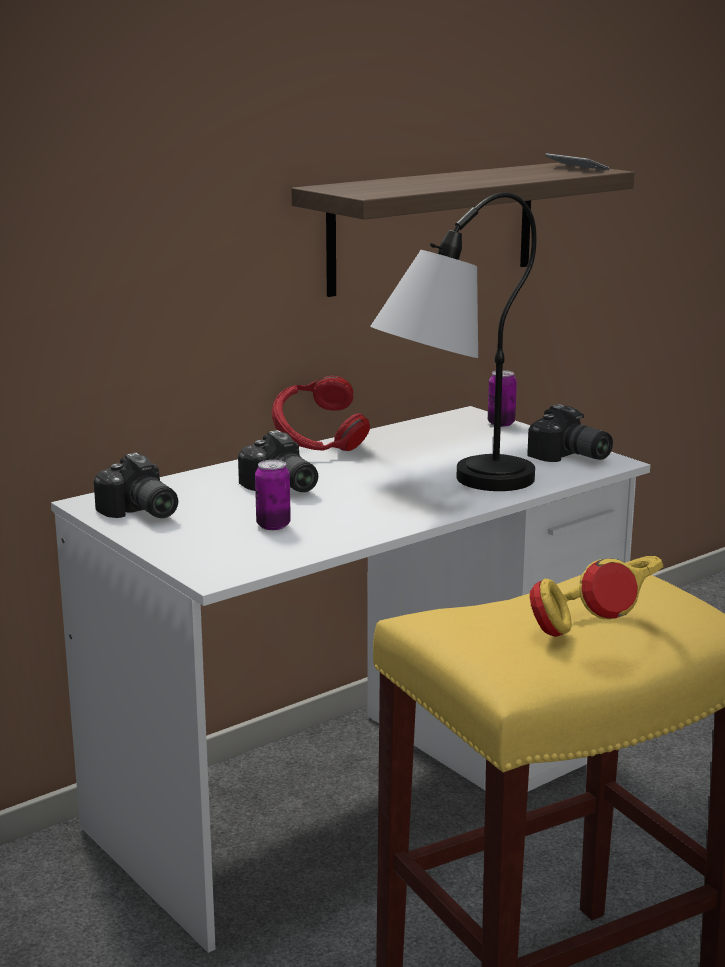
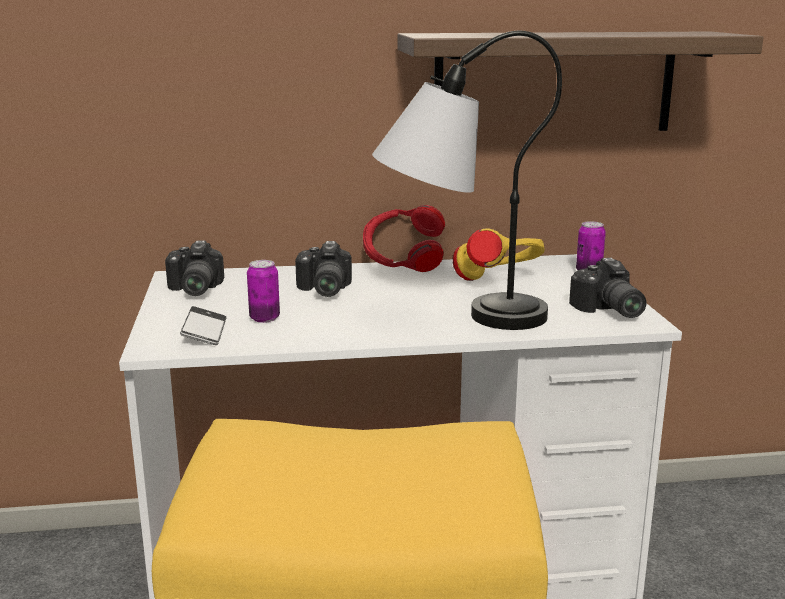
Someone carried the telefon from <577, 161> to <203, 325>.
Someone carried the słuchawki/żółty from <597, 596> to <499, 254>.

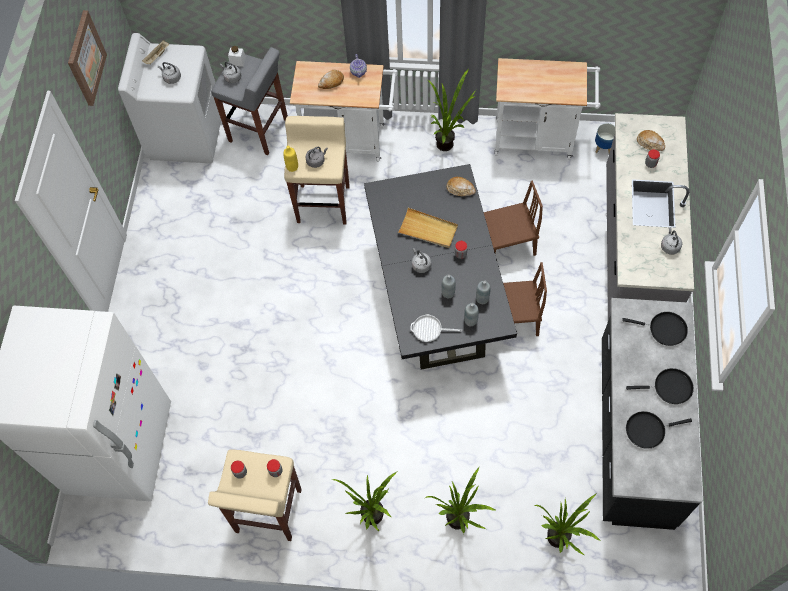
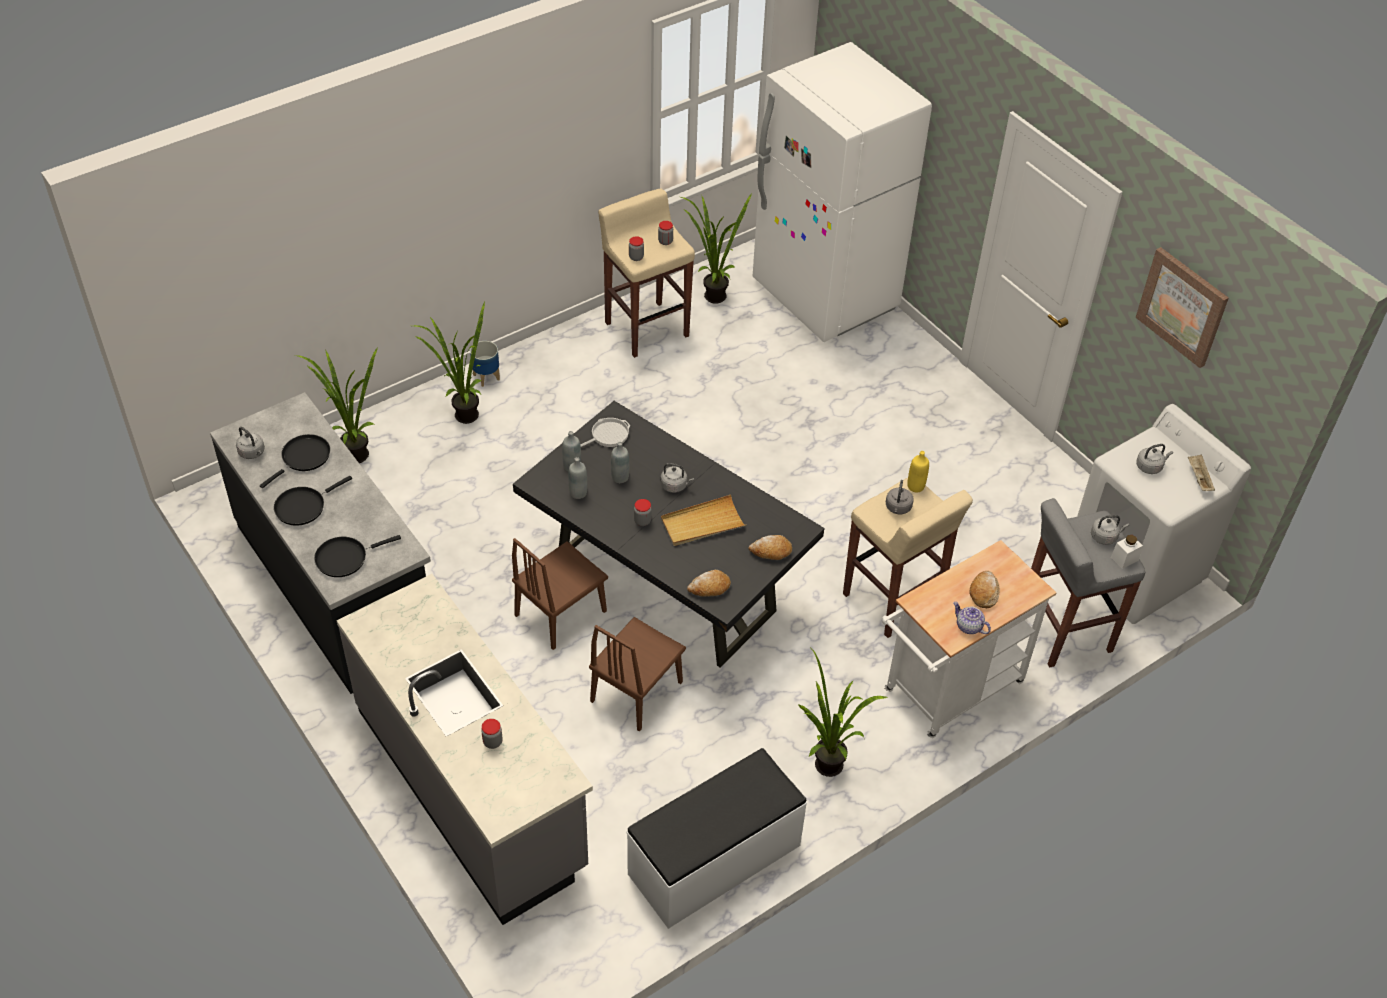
Someone swapped the wózek/biały at <547, 109> for the ławka/biały at <717, 838>.
Someone carried the donica from <605, 138> to <485, 364>.
Someone carried the chleb from <651, 140> to <770, 547>.
Someone carried the czajnik/szary from <671, 241> to <250, 443>.
Someone carried the roślina doniczkowa from <365, 501> to <716, 248>.

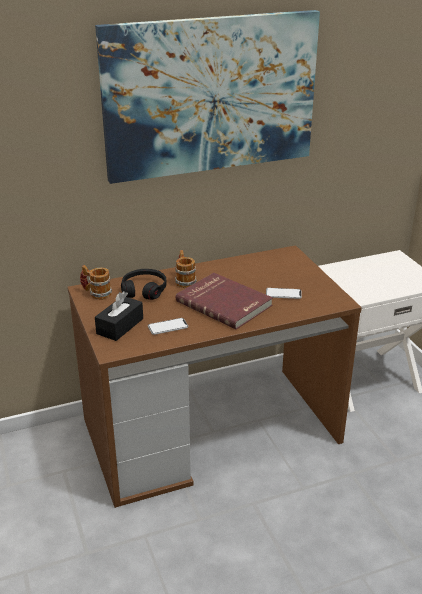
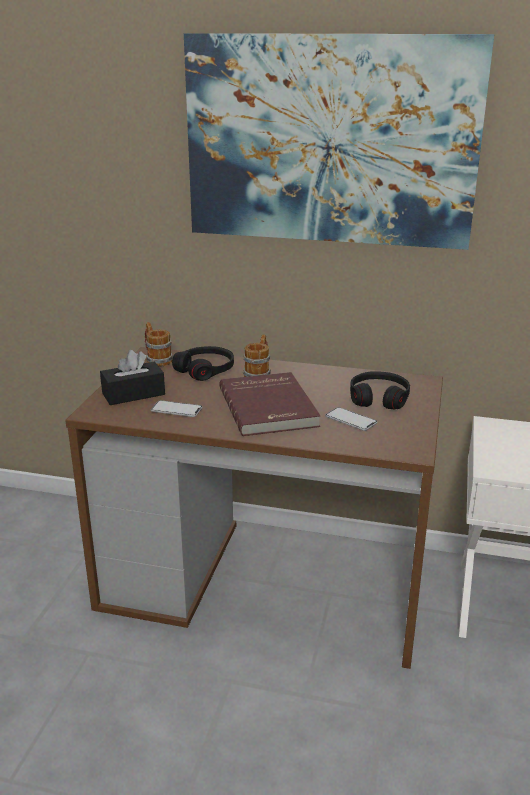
Someone put down the słuchawki/czarny at <380, 390>.

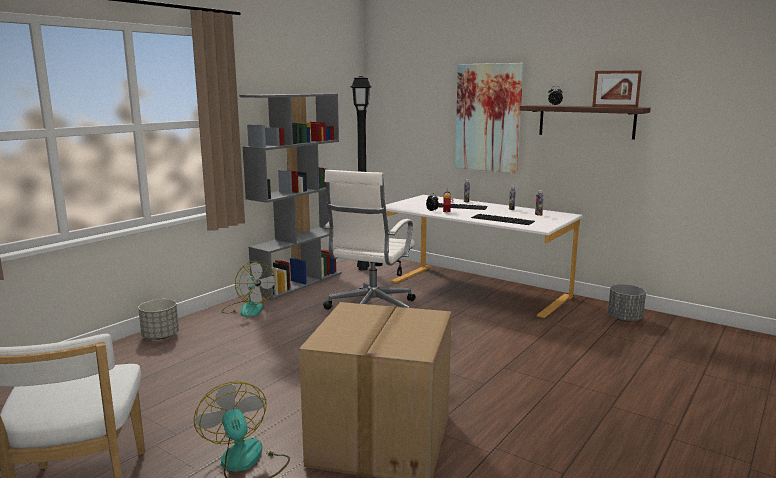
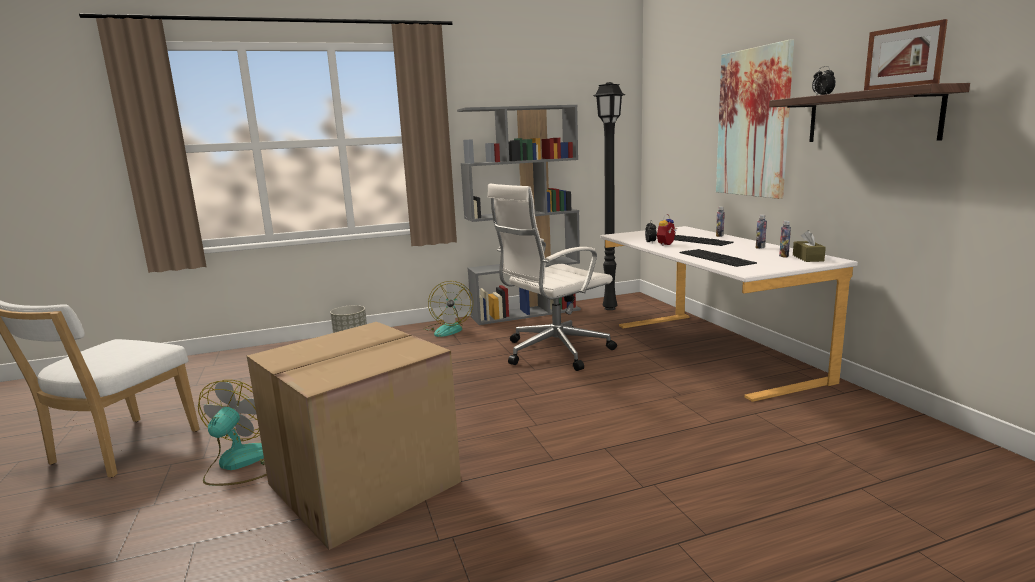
Someone took away the donica/szary at <627, 303>.
Someone put down the pudełko chusteczek/brązowy at <809, 246>.

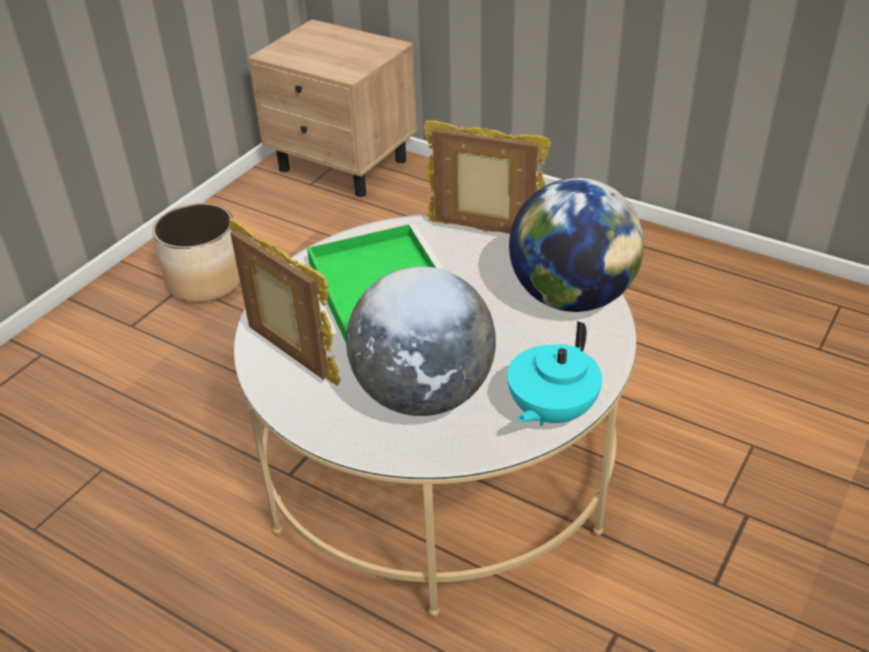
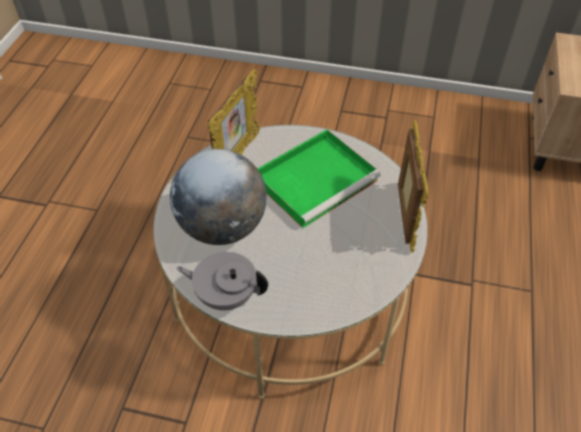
Someone took away the globus at <576, 245>.
Someone took away the donica at <196, 252>.
Someone repainted the imbryk/turkusowy at <554, 373>, which became the imbryk/szary at <222, 281>.

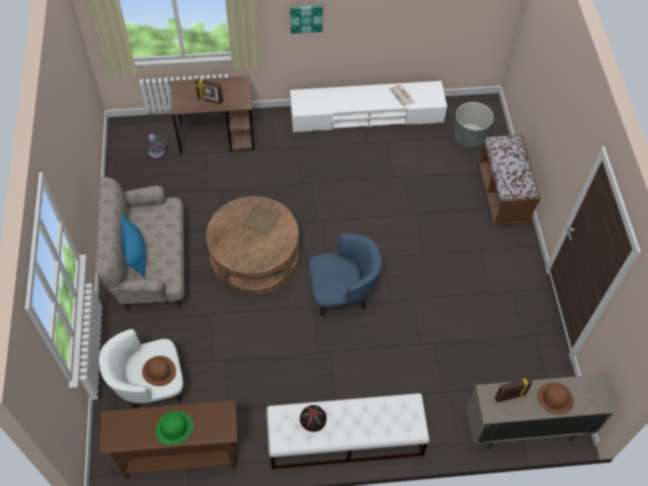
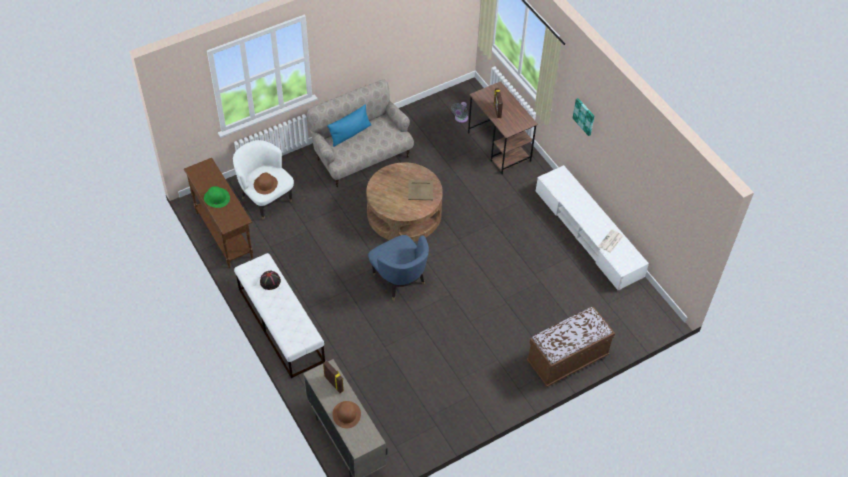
Someone took away the donica/szary at <473, 125>.

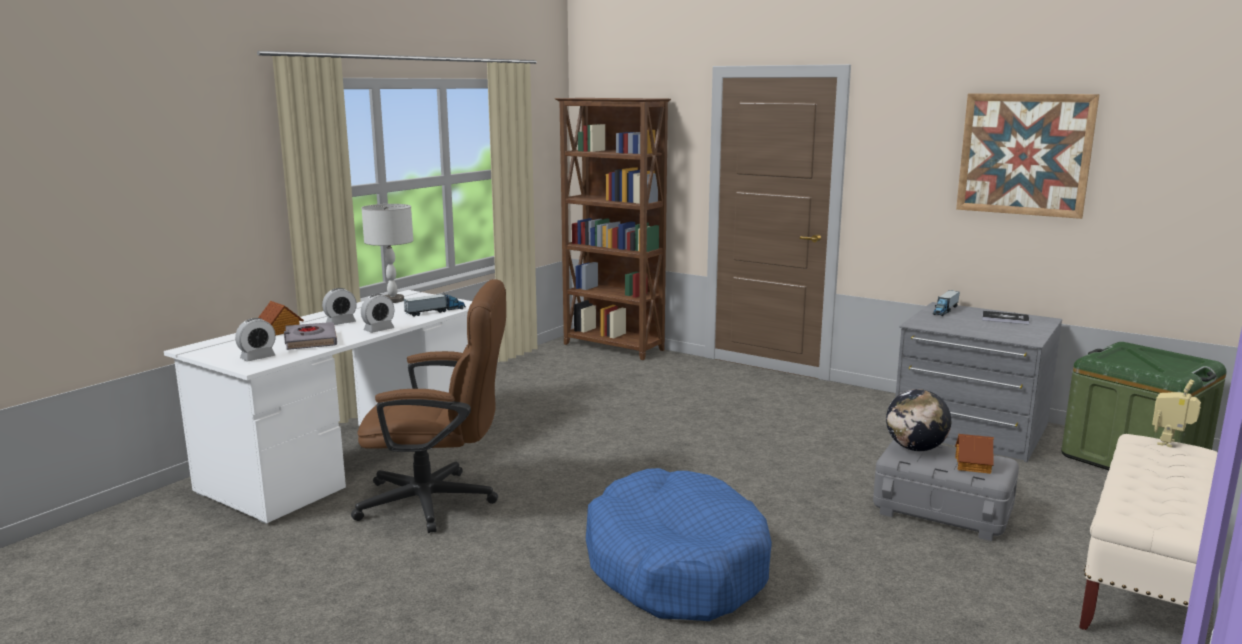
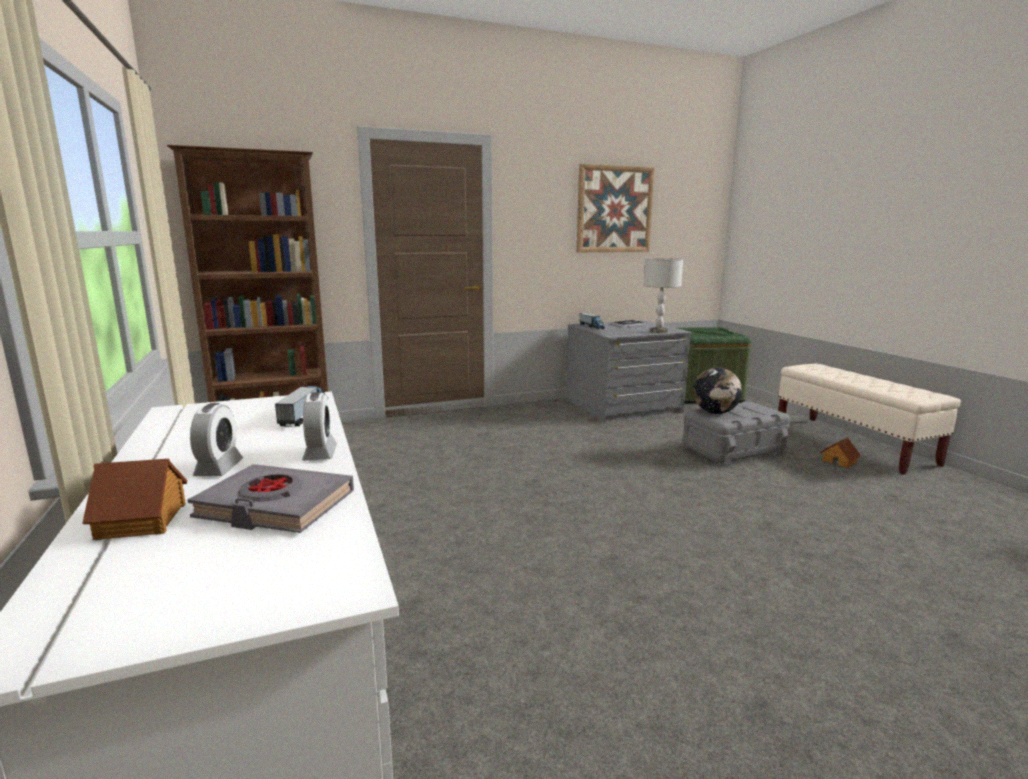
Someone carried the lampa stołowa/szary from <387, 253> to <663, 295>.
Someone took away the krzesło biurowe/brązowy at <428, 406>.
Someone took away the budzik at <255, 339>.
Someone took away the robot zabawkowy at <1176, 413>.
Someone carried the domek from <974, 454> to <840, 452>.
Someone took away the legowisko/niebieski at <679, 544>.

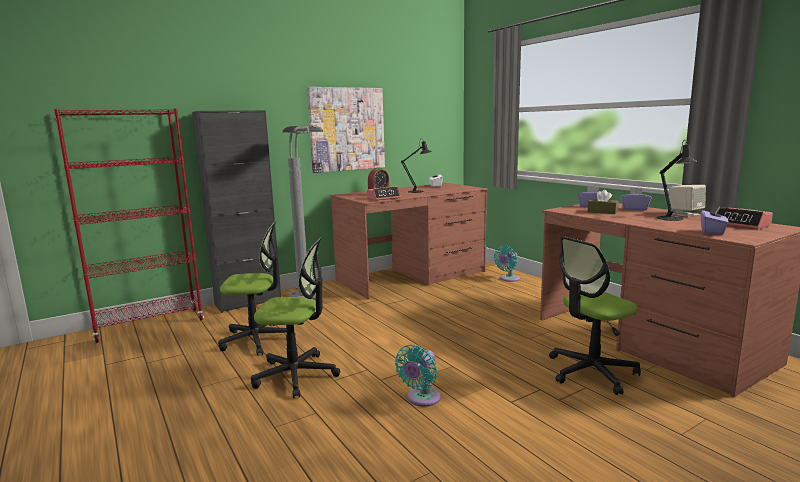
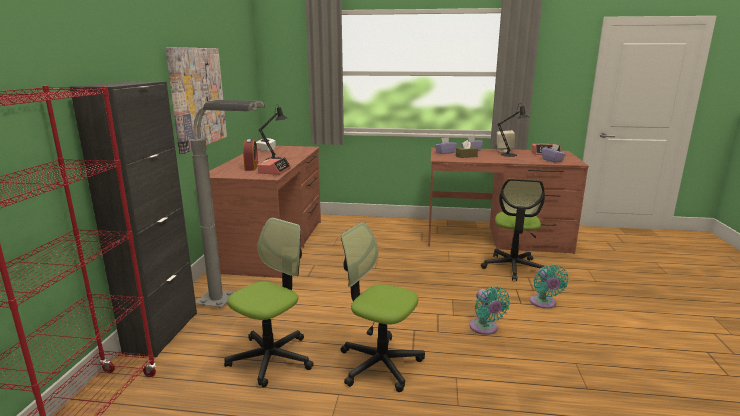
Someone rotated the krzesło biurowe at <295, 317> by 105 degrees counterclockwise.
Someone carried the wentylator/turkusowy from <507, 263> to <549, 287>.

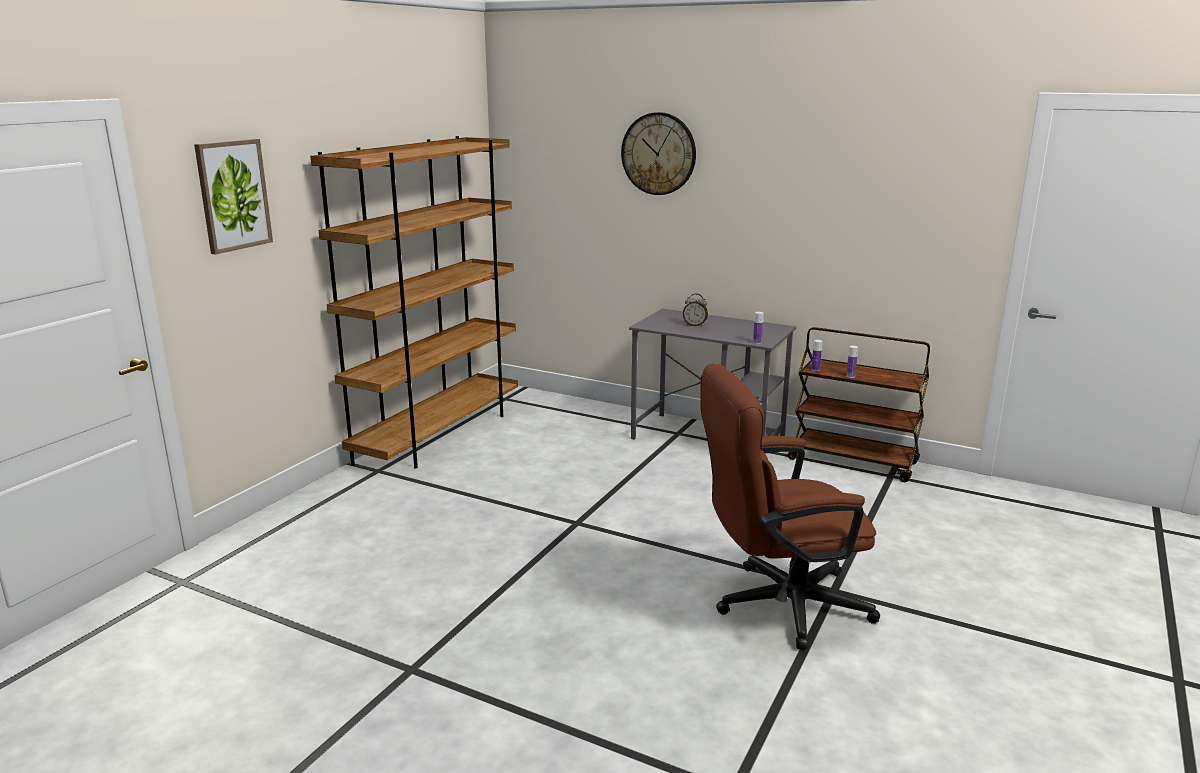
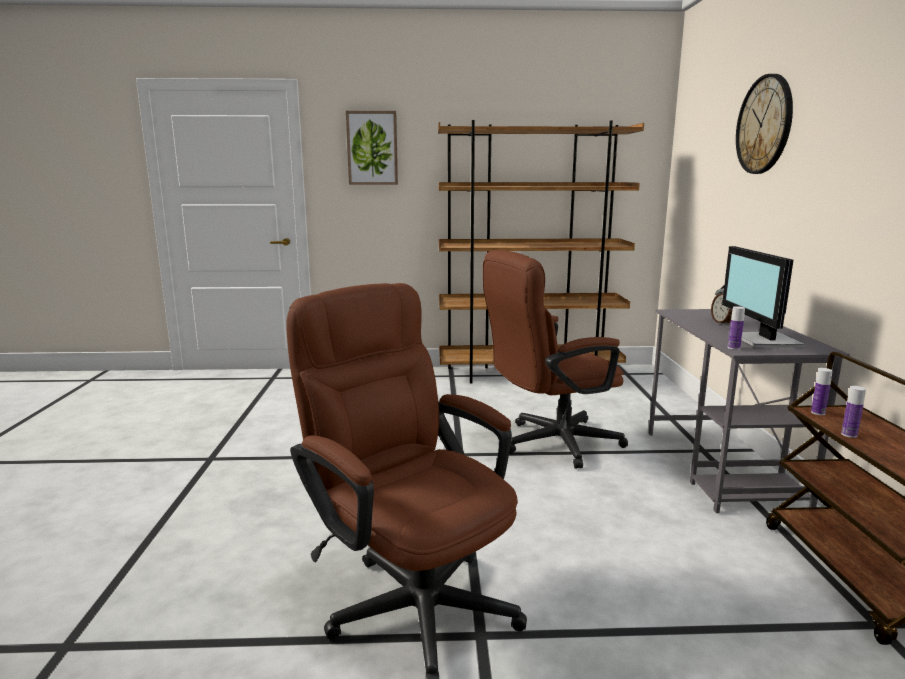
Someone put down the monitor at <763, 297>.
Someone put down the krzesło biurowe/brązowy at <555, 359>.

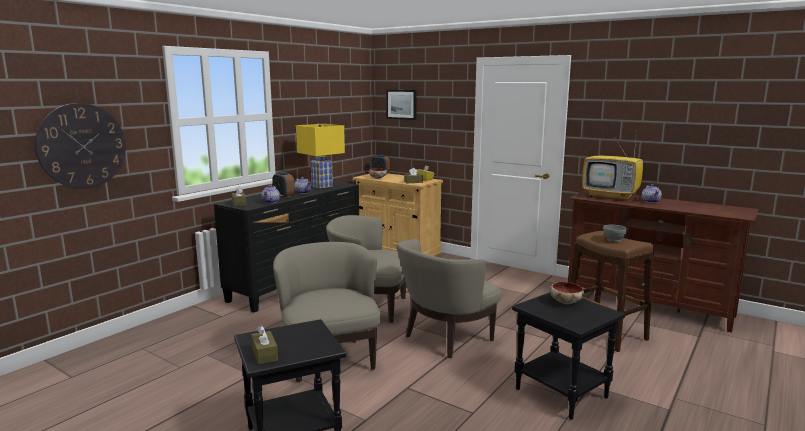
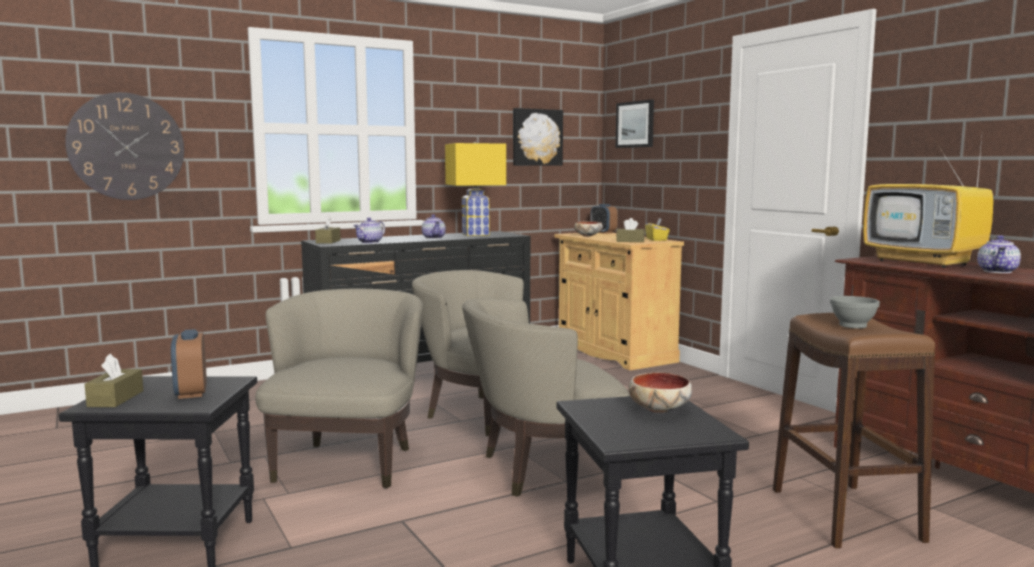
Someone carried the budzik from <284, 185> to <188, 364>.
Someone put up the obraz at <538, 137>.

